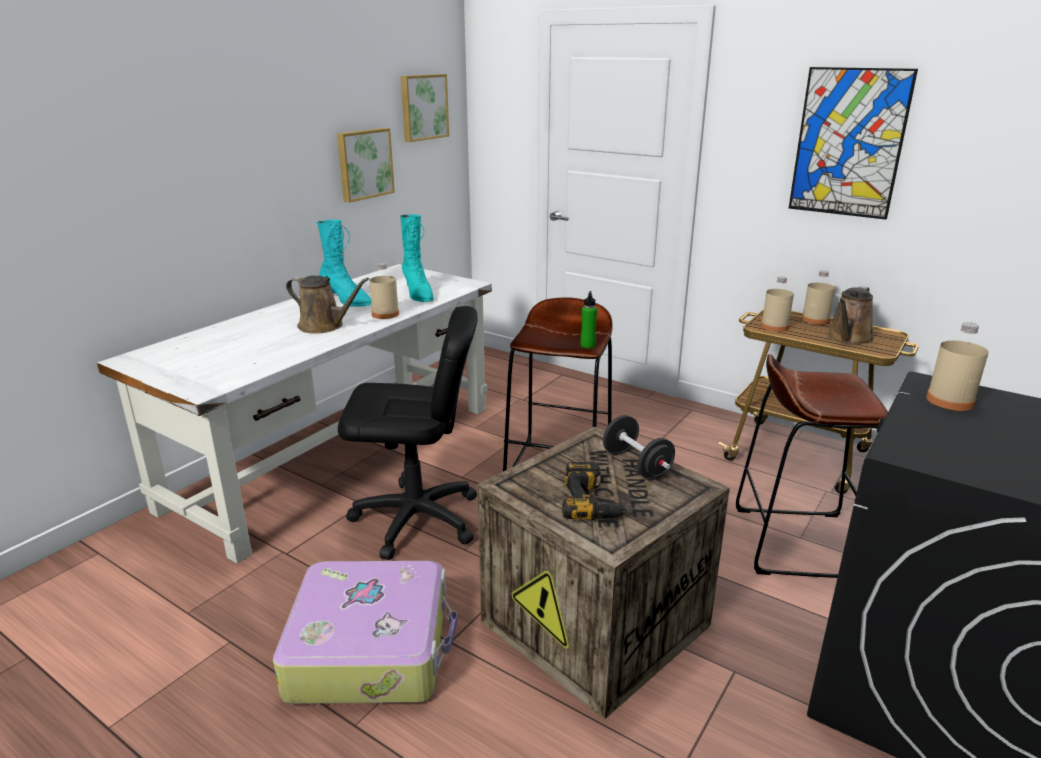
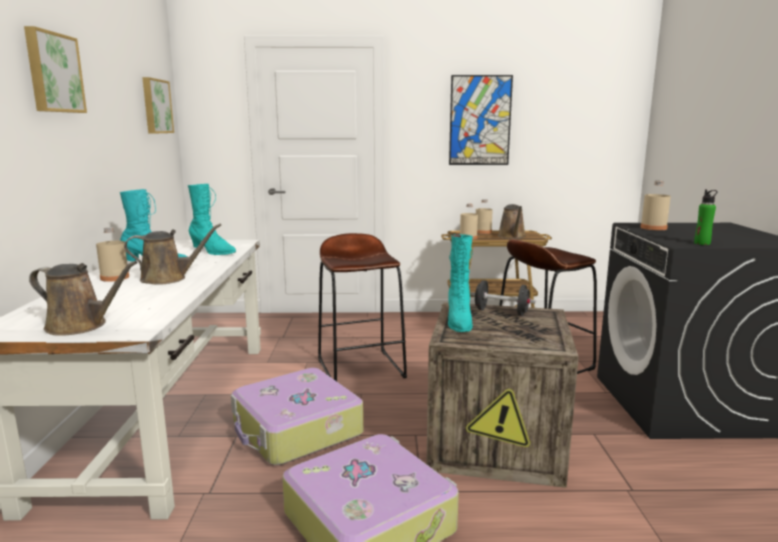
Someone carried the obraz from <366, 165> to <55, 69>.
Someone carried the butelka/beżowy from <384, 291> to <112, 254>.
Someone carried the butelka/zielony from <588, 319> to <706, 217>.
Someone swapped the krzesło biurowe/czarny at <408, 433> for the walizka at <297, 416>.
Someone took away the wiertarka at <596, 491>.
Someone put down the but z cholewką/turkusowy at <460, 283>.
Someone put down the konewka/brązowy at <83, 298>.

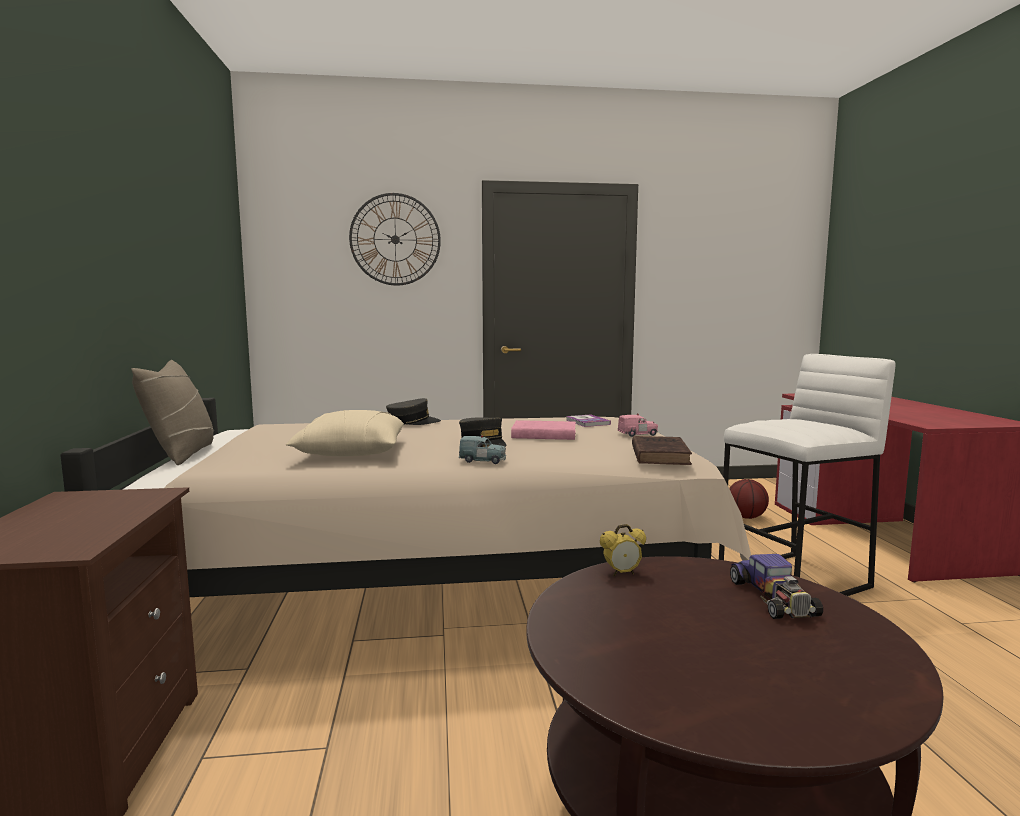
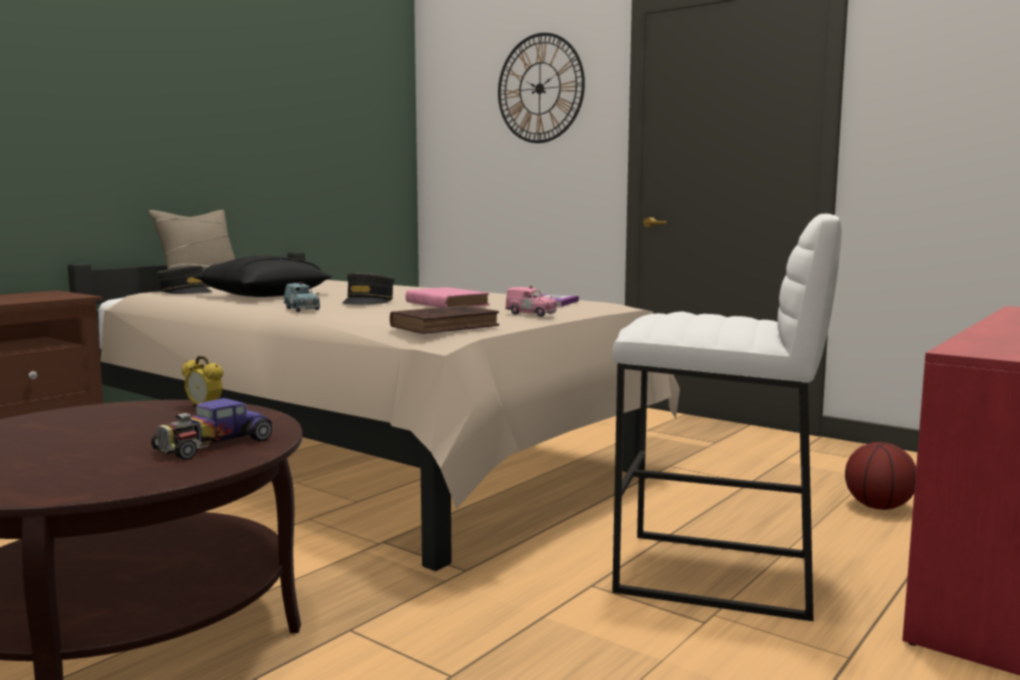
Someone carried the czapka z daszkiem/szary from <413, 411> to <185, 279>.
Someone repainted the poduszka/beżowy at <345, 433>, which became the poduszka/czarny at <263, 276>.

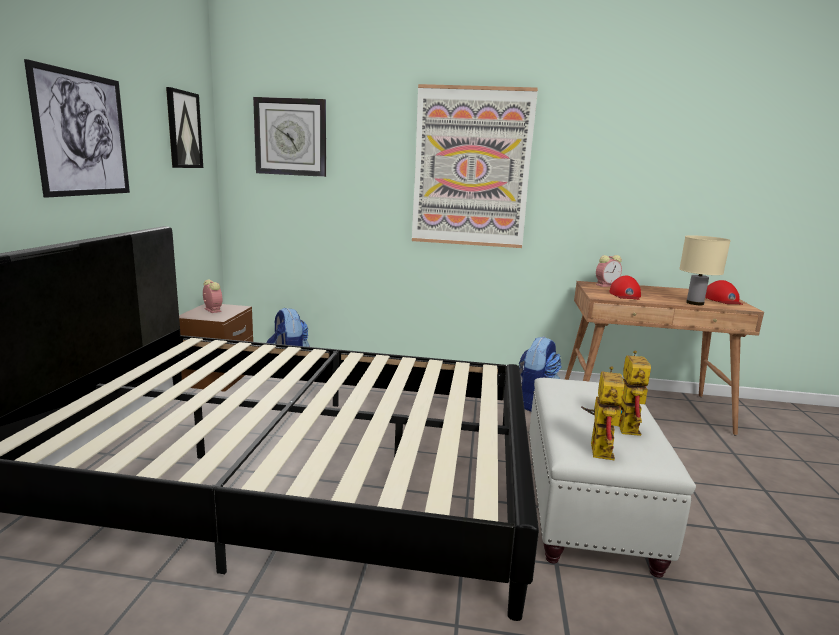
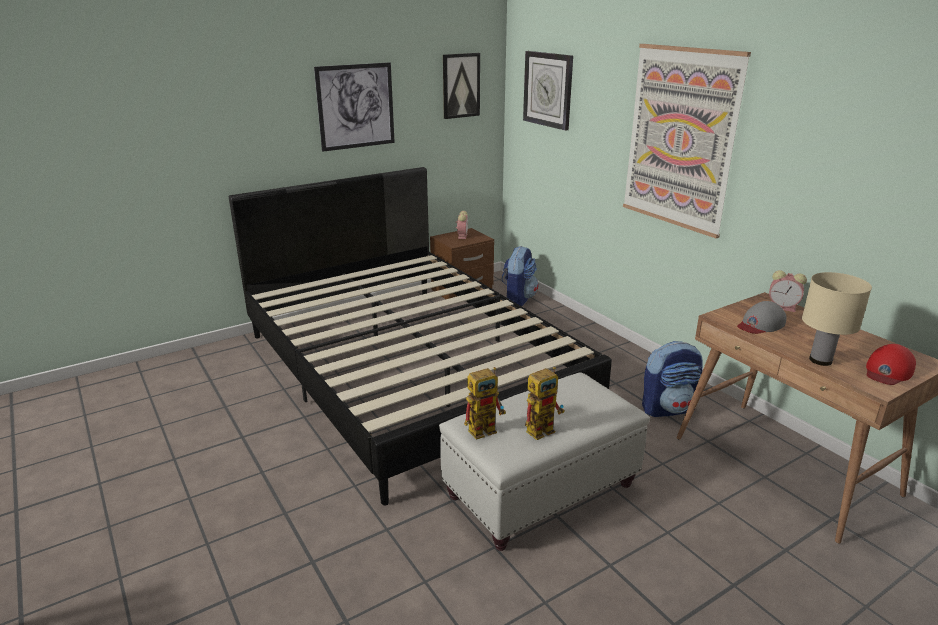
Someone repainted the czapka z daszkiem/czerwony at <625, 288>, which became the czapka z daszkiem/szary at <762, 317>.

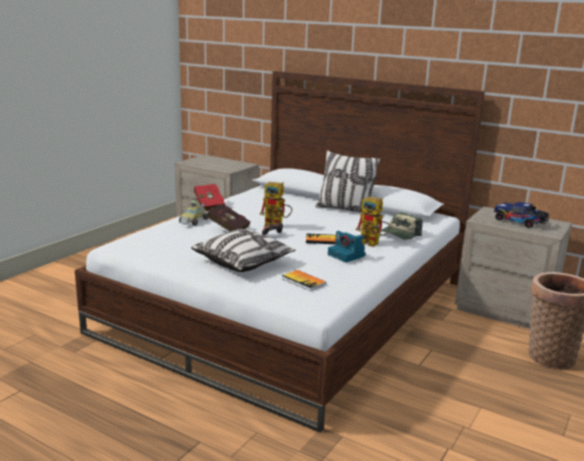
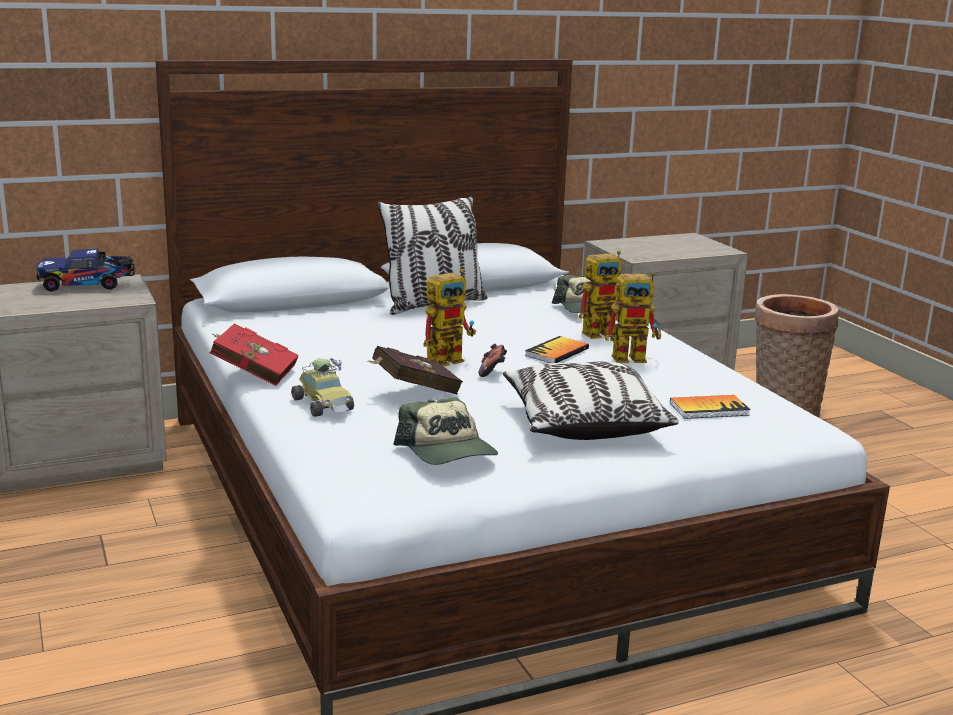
Someone carried the ciężarówka zabawkowa from <521, 215> to <85, 270>.
Someone swapped the aparat fotograficzny at <347, 247> for the robot zabawkowy at <633, 317>.
Someone put down the czapka z daszkiem at <445, 431>.

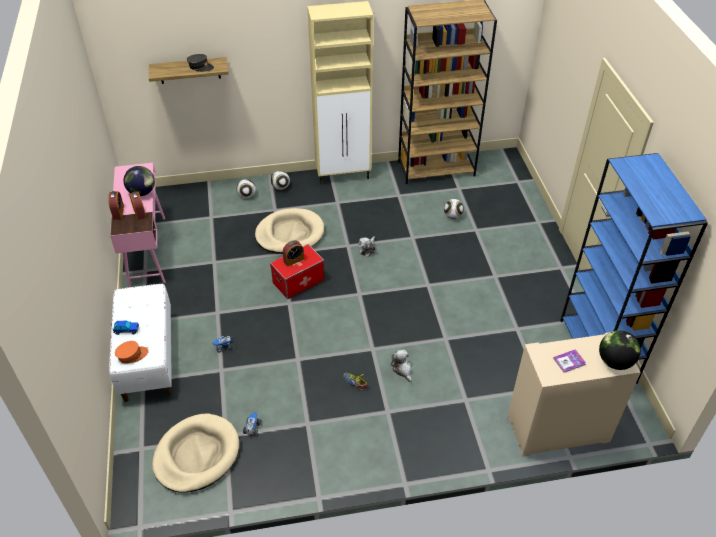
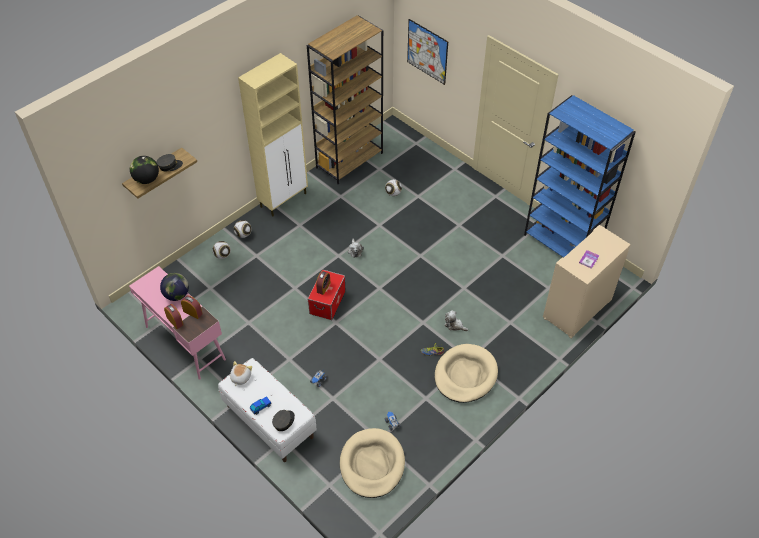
Someone carried the legowisko/beżowy from <289, 231> to <466, 373>.
Someone carried the globus from <620, 350> to <144, 170>.
Someone repainted the czapka z daszkiem/pomarańczowy at <131, 352>, which became the czapka z daszkiem/szary at <283, 420>.
Someone put up the obraz at <427, 52>.
Someone put down the pluszak at <241, 373>.

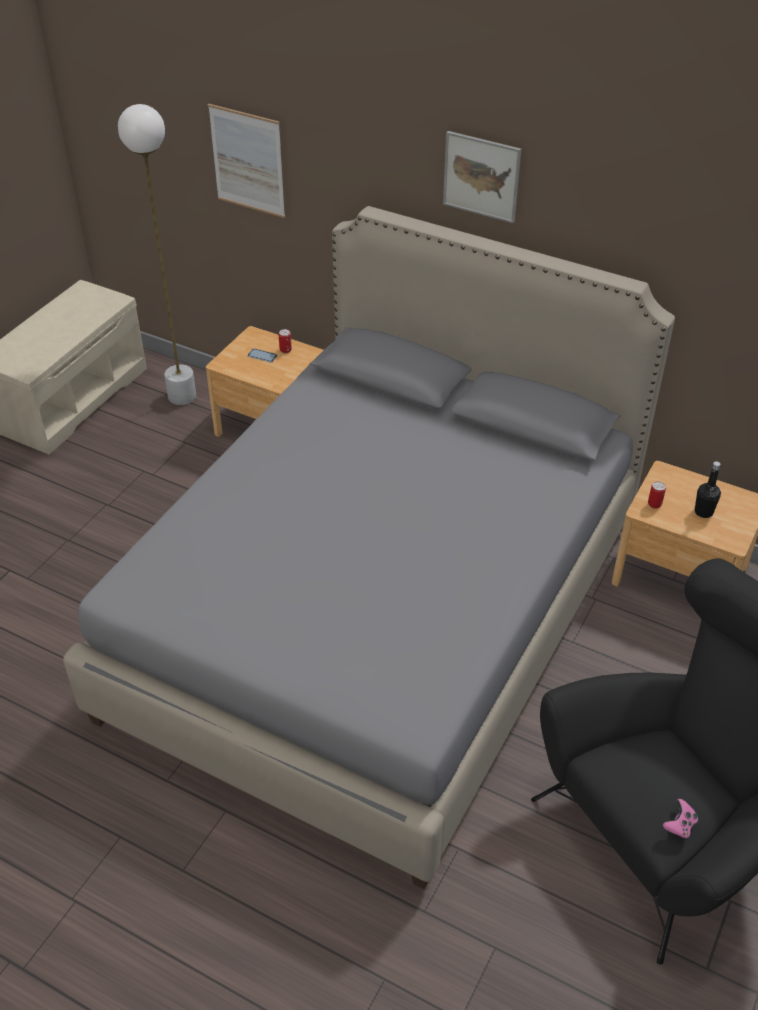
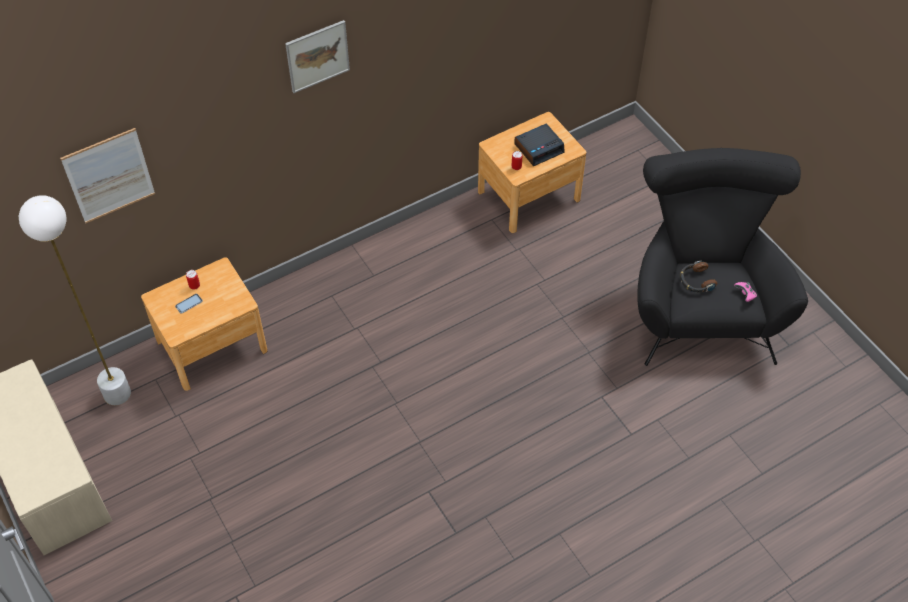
Someone took away the łóżko/szary at <369, 547>.
Someone swapped the butelka/czarny at <708, 489> for the budzik at <539, 145>.
Someone put down the słuchawki at <698, 277>.

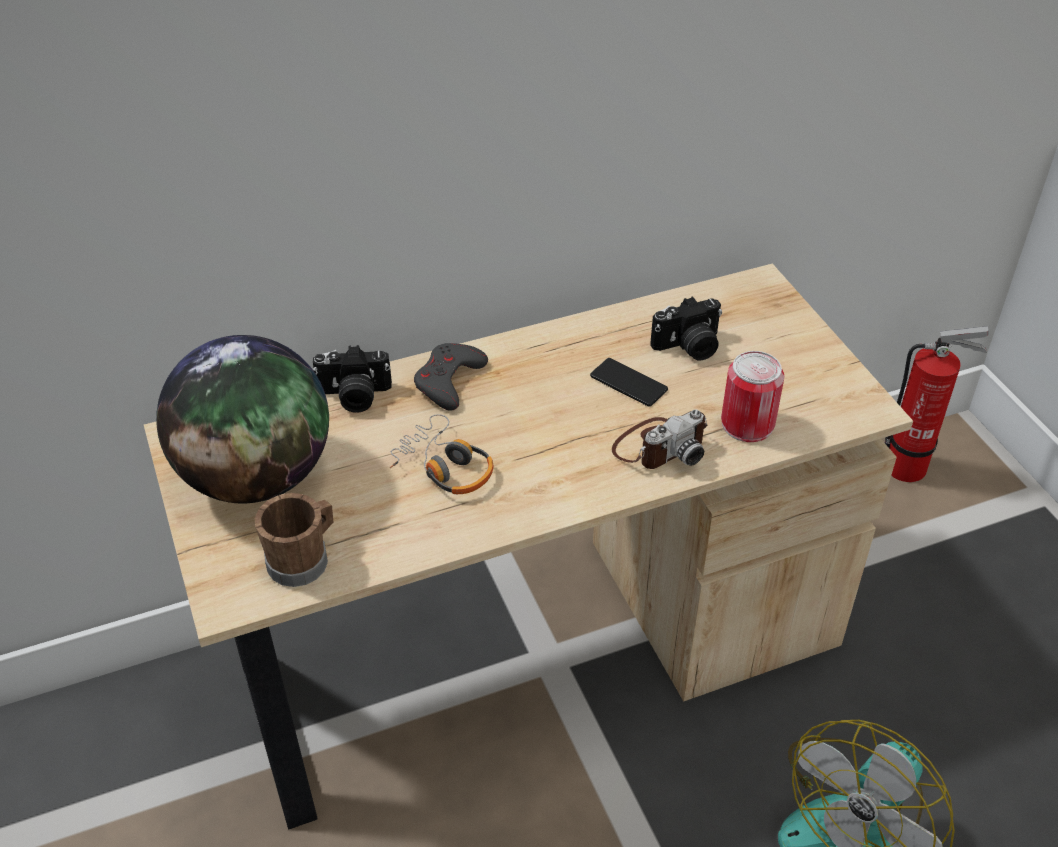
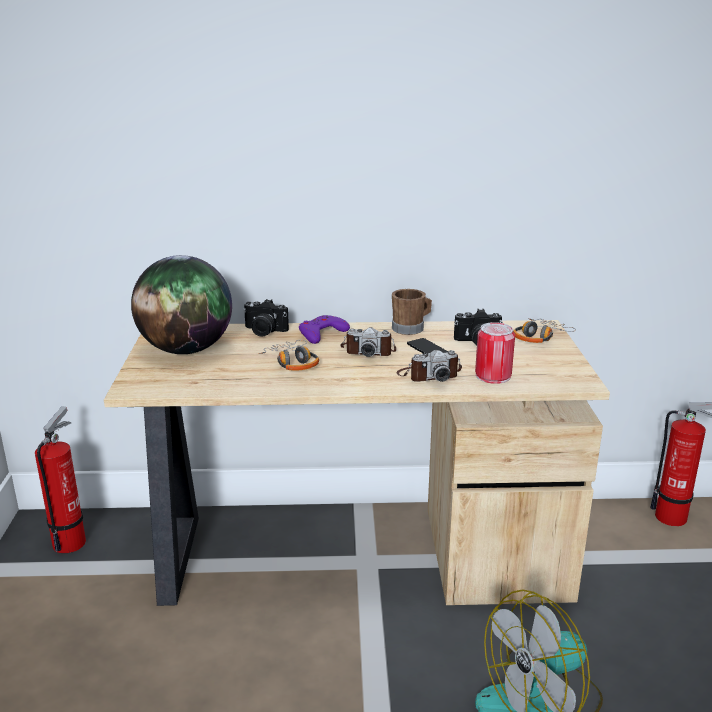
Someone repainted the pad do gier/szary at <451, 377>, which became the pad do gier/fioletowy at <324, 329>.
Someone carried the kubek/brązowy from <294, 540> to <412, 312>.
Someone put down the słuchawki at <544, 330>.
Someone put down the aparat fotograficzny at <368, 342>.
Someone put down the gaśnica at <60, 479>.

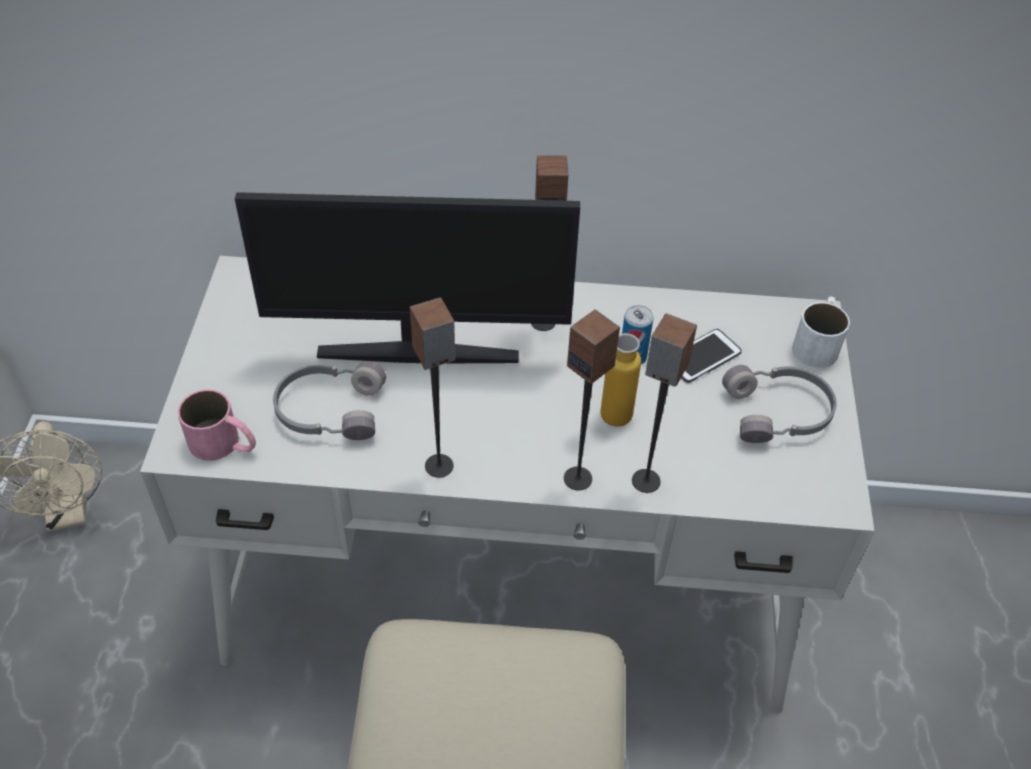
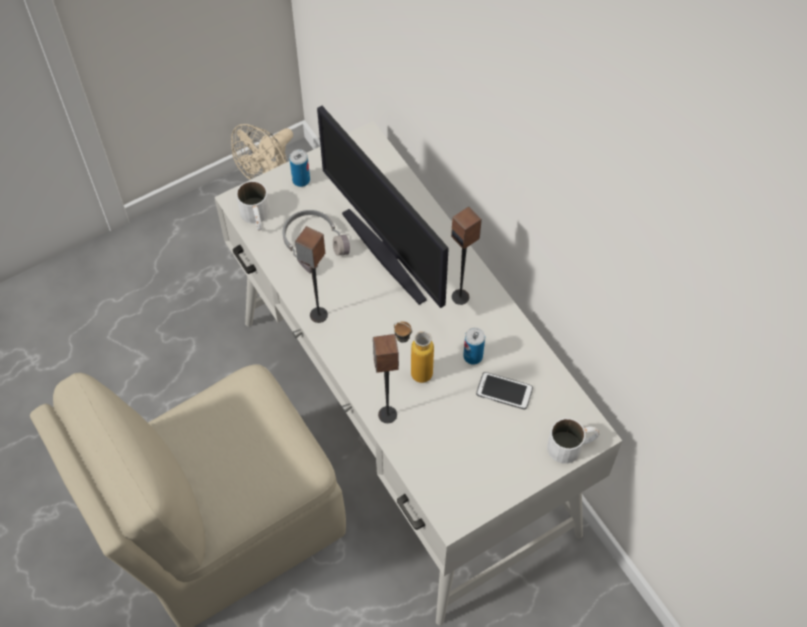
Someone took away the głośnik at <592, 399>.
Someone took away the słuchawki/szary at <779, 404>.
Someone repainted the kubek/różowy at <217, 425>, which became the kubek/biały at <253, 206>.
Someone put down the puszka at <299, 168>.

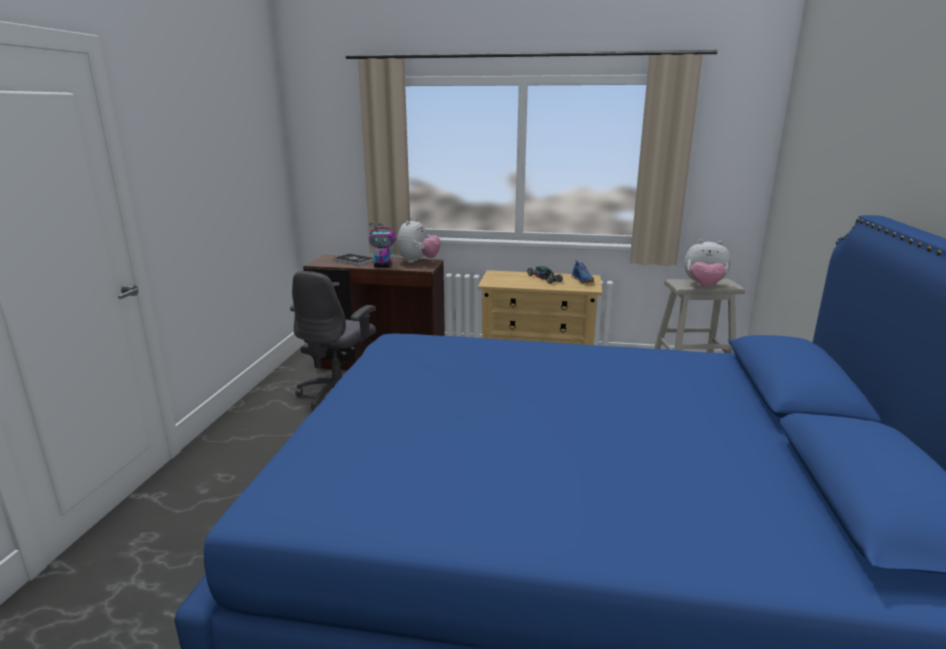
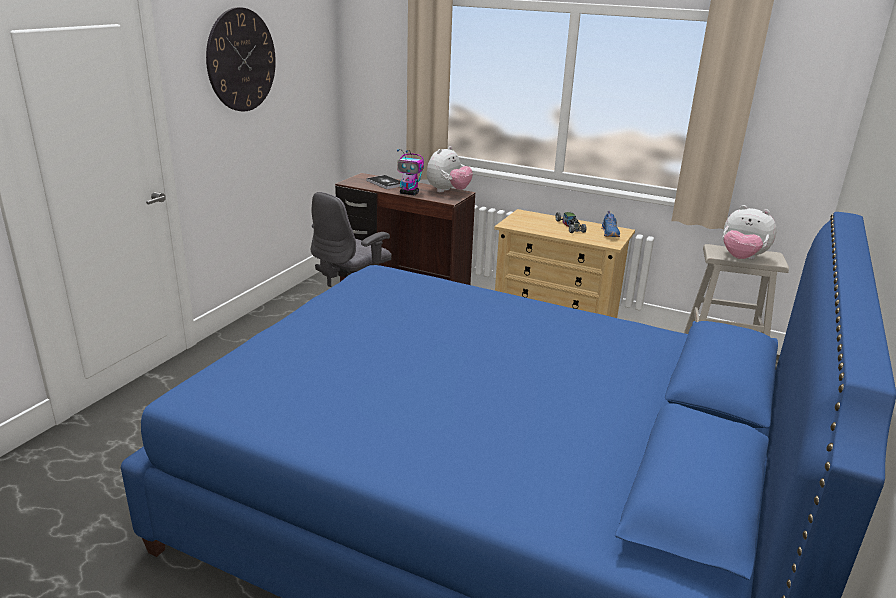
Someone put up the zegar ścienny at <241, 59>.

